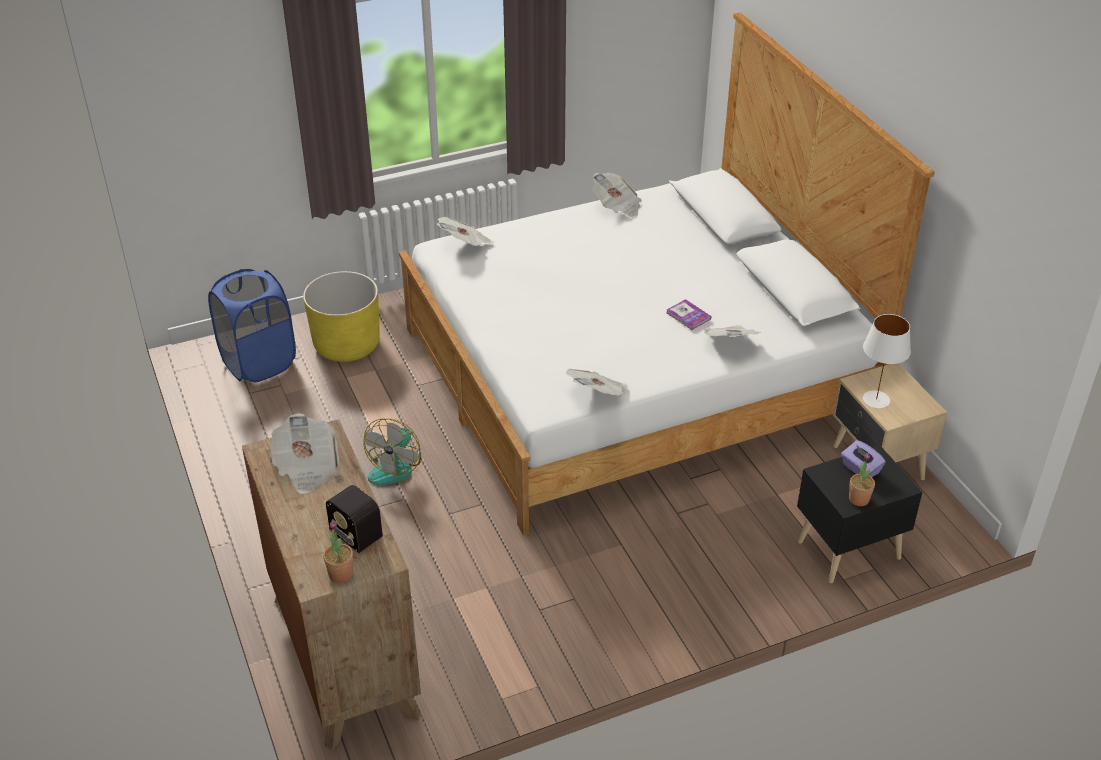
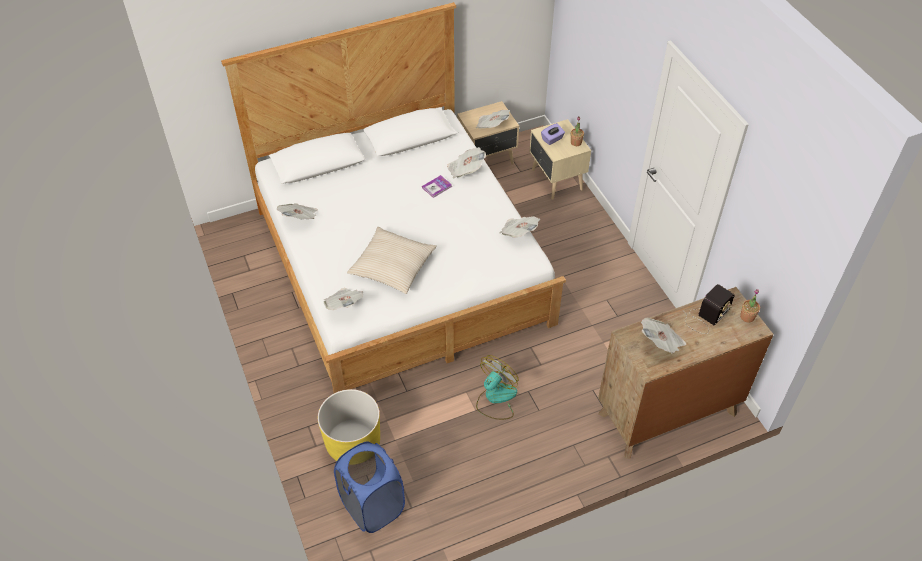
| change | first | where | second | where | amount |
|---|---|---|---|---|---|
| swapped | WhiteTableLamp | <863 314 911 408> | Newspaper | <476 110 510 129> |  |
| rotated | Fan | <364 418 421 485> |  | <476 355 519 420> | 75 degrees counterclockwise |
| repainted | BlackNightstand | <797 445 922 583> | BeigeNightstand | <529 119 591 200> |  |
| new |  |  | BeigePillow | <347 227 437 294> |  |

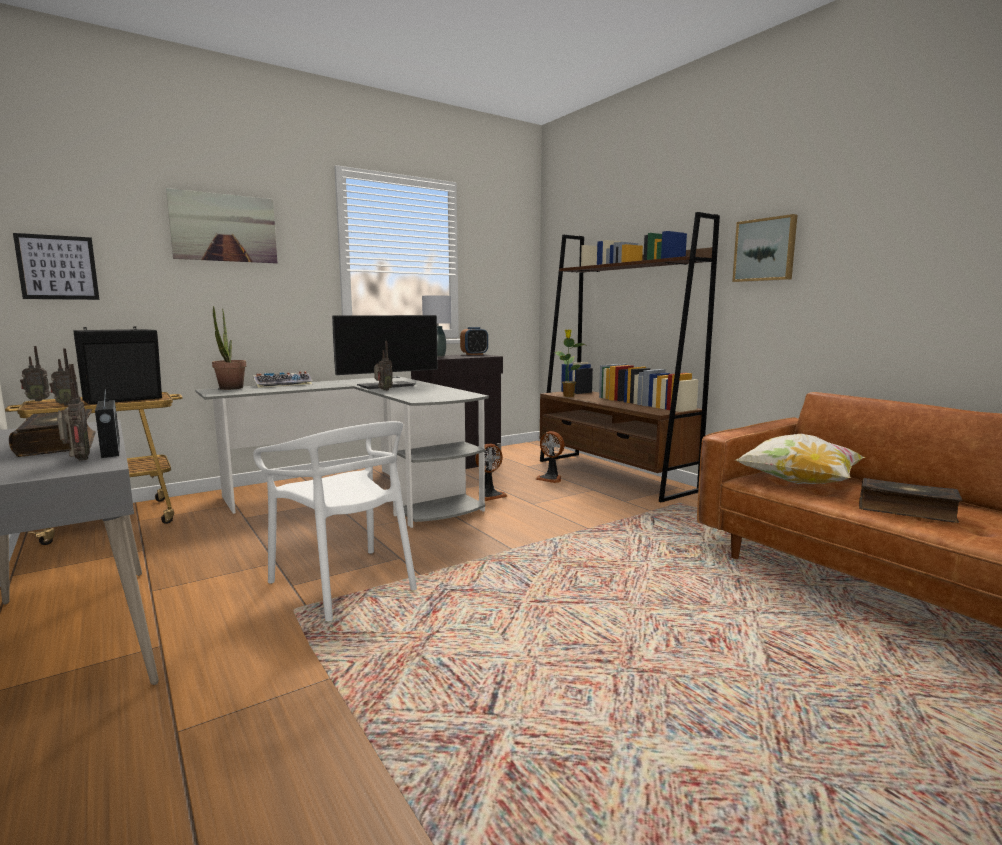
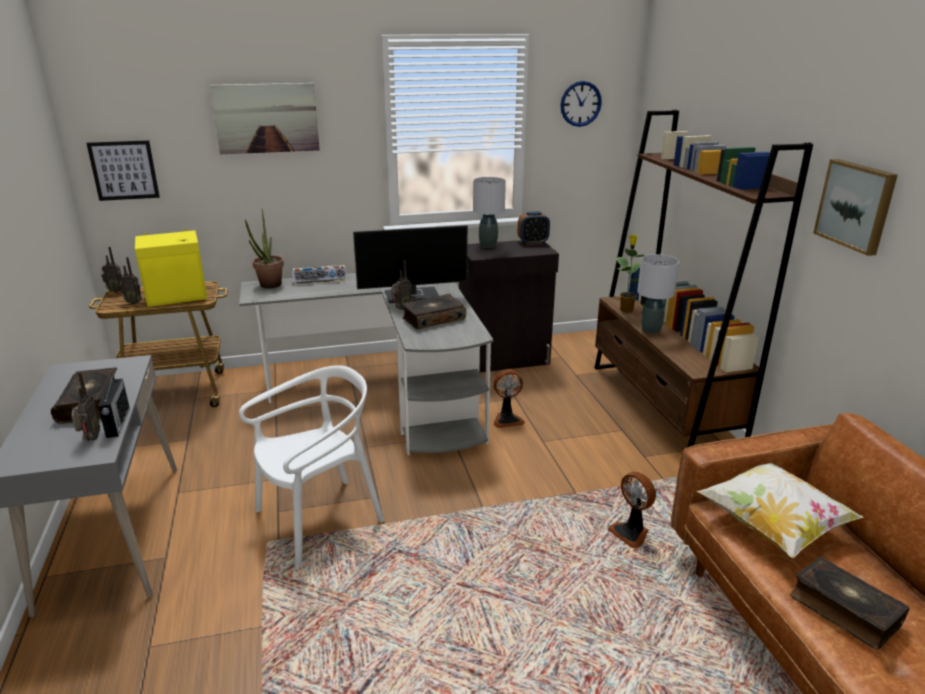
| change | first | where | second | where | amount |
|---|---|---|---|---|---|
| repainted | BlackSpeaker | <73 326 162 405> | YellowSpeaker | <135 228 207 307> |  |
| rotated | WhiteChair | <253 421 417 621> |  | <239 365 384 568> | 105 degrees counterclockwise |
| shifted | Fan | <535 431 565 483> |  | <608 471 656 548> |  |
| new |  |  | WallClock | <560 81 602 127> |  |
| new |  |  | GreyTableLamp | <637 254 679 334> |  |
| new |  |  | Book | <402 294 466 330> |  |

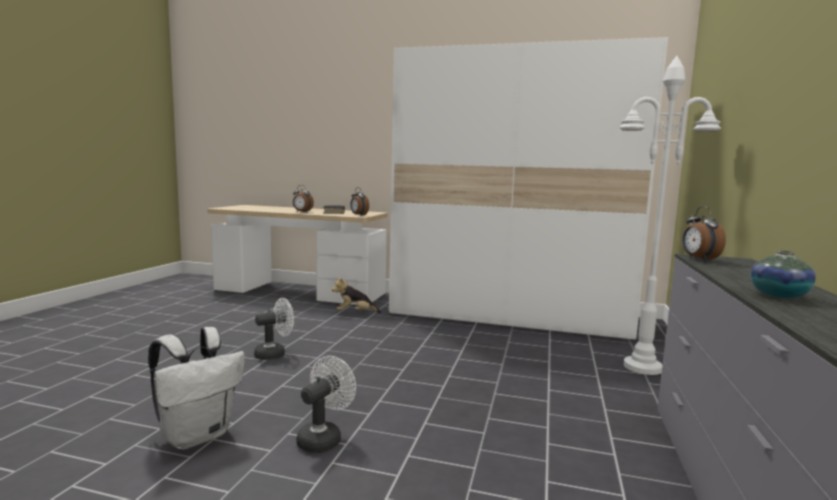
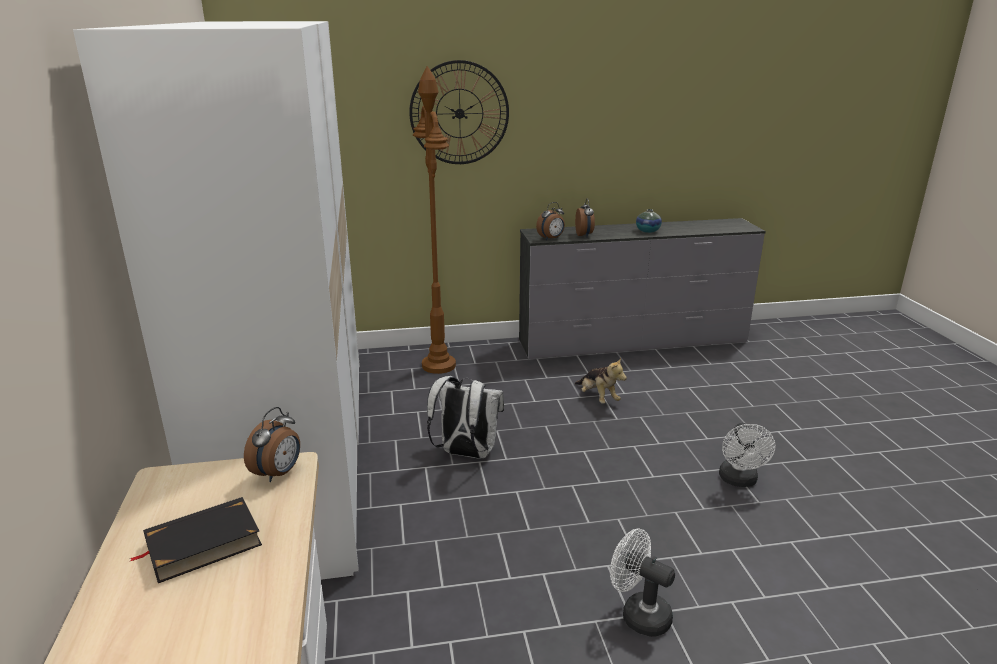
| change | first | where | second | where | amount |
|---|---|---|---|---|---|
| repainted | WhiteFloorLamp | <619 56 721 375> | BrownFloorLamp | <413 66 456 374> |  |
| shifted | AlarmClock | <293 185 314 213> |  | <575 199 595 237> |  |
| shifted | PlushToy | <332 277 382 313> |  | <575 358 627 404> |  |
| shifted | WhiteBackpack | <148 327 245 450> |  | <427 376 504 459> |  |
| rotated | WhiteFan | <296 356 356 453> |  | <719 423 775 487> | 90 degrees counterclockwise |
| new |  |  | WallClock | <409 60 509 164> |  |

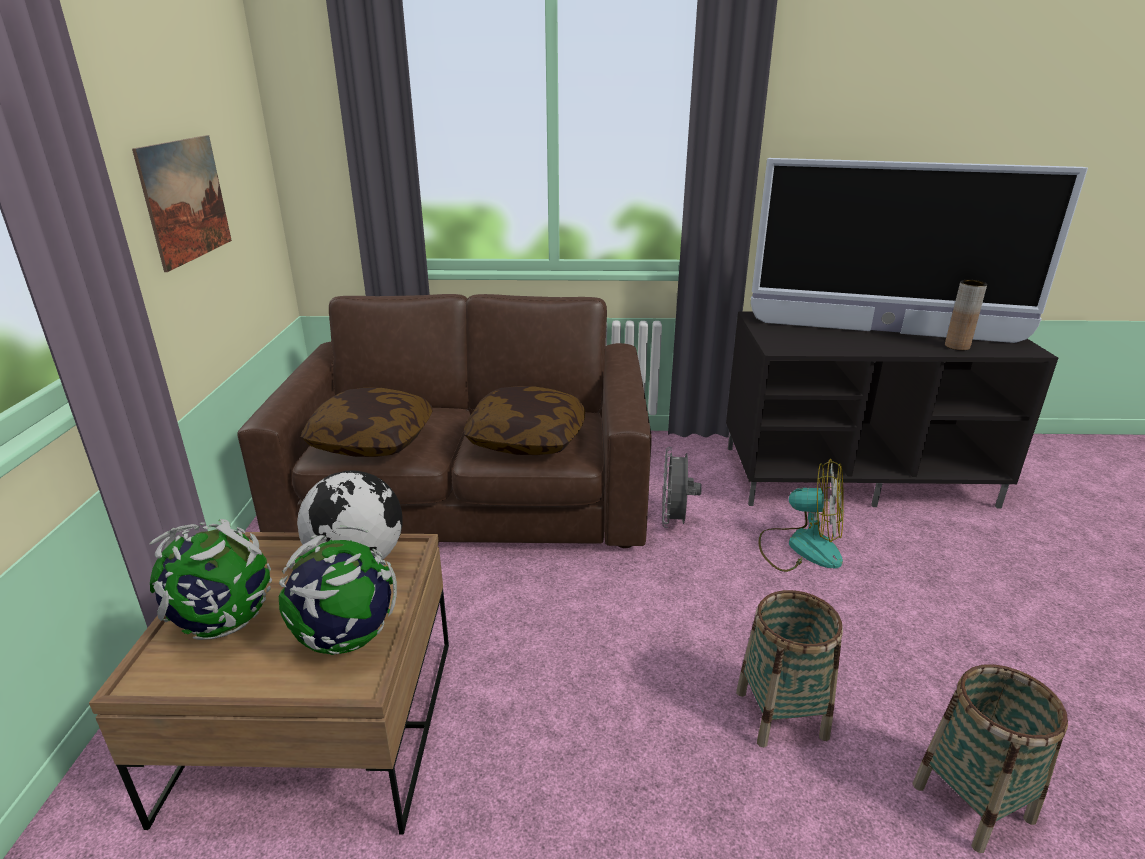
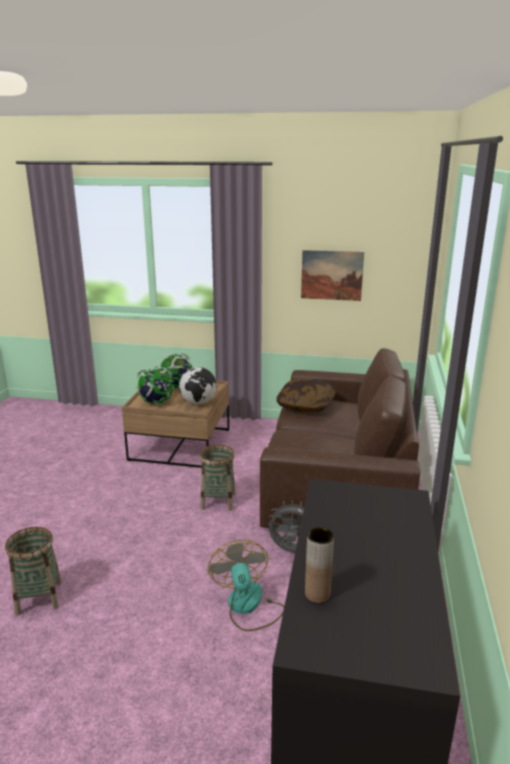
| change | first | where | second | where | amount |
|---|---|---|---|---|---|
| gone | Television | <751 158 1088 343> |  |  |  |
| gone | Pillow | <464 386 585 455> |  |  |  |
| rotated | Fan | <759 459 844 572> |  | <208 540 284 631> | 135 degrees clockwise |
| shifted | Basket | <736 590 843 747> |  | <199 445 235 511> |  |

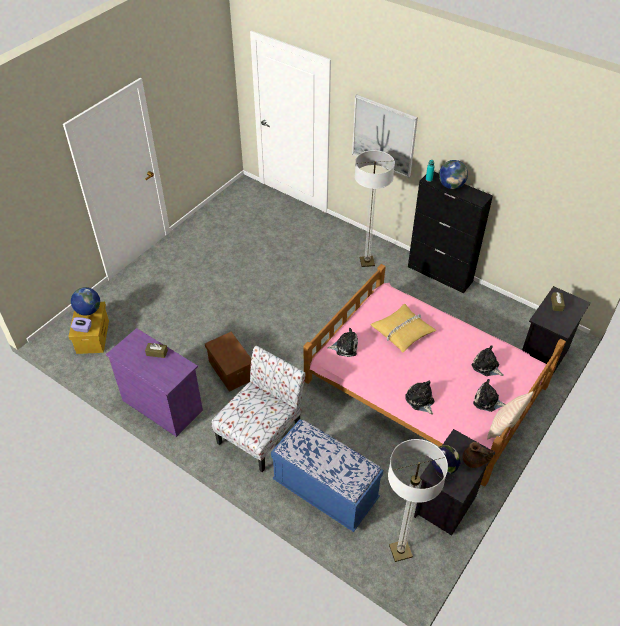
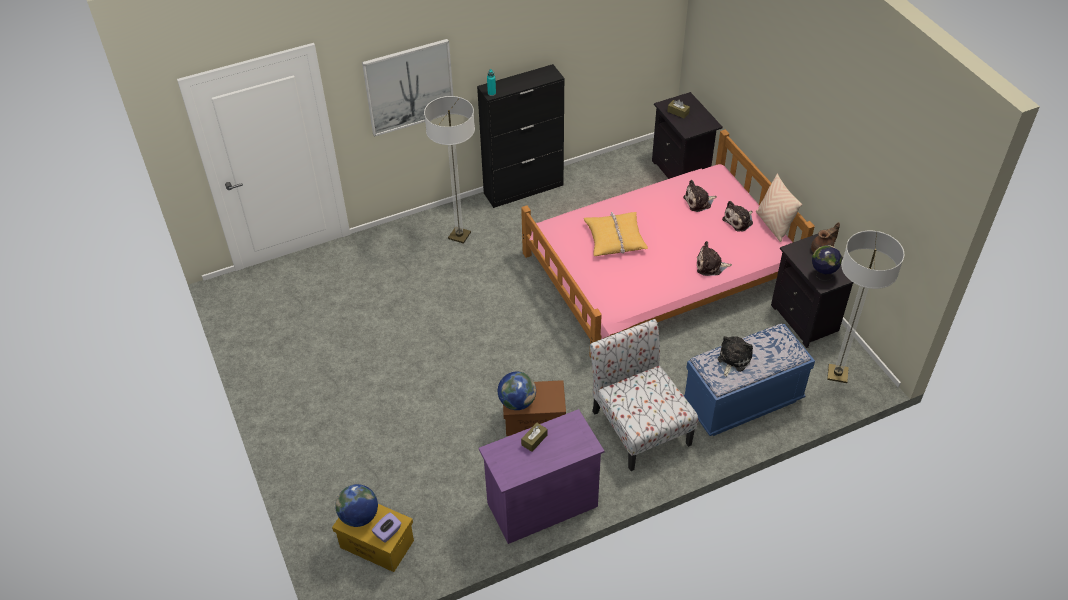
| change | first | where | second | where | amount |
|---|---|---|---|---|---|
| shifted | Globe | <439 160 468 189> |  | <498 372 536 410> |  |
| shifted | PlushToy | <327 328 358 357> |  | <717 336 753 377> |  |

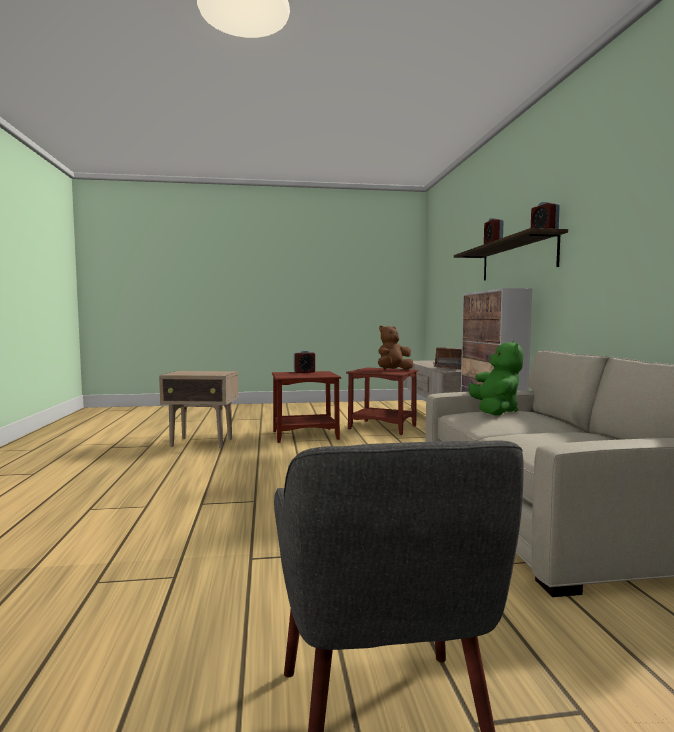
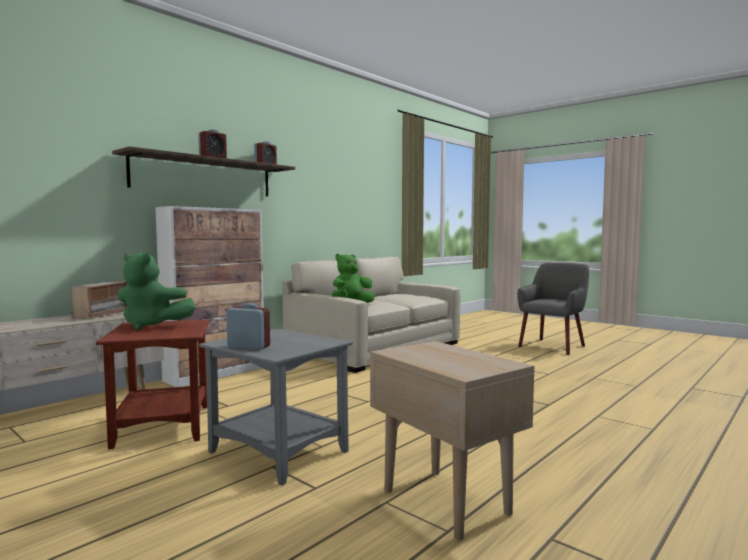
| change | first | where | second | where | amount |
|---|---|---|---|---|---|
| repainted | BrownPlushToy | <378 326 413 370> | GreenPlushToy | <118 252 195 331> |  |
| repainted | BrownSideTable | <272 371 341 443> | GreySideTable | <199 329 353 485> |  |

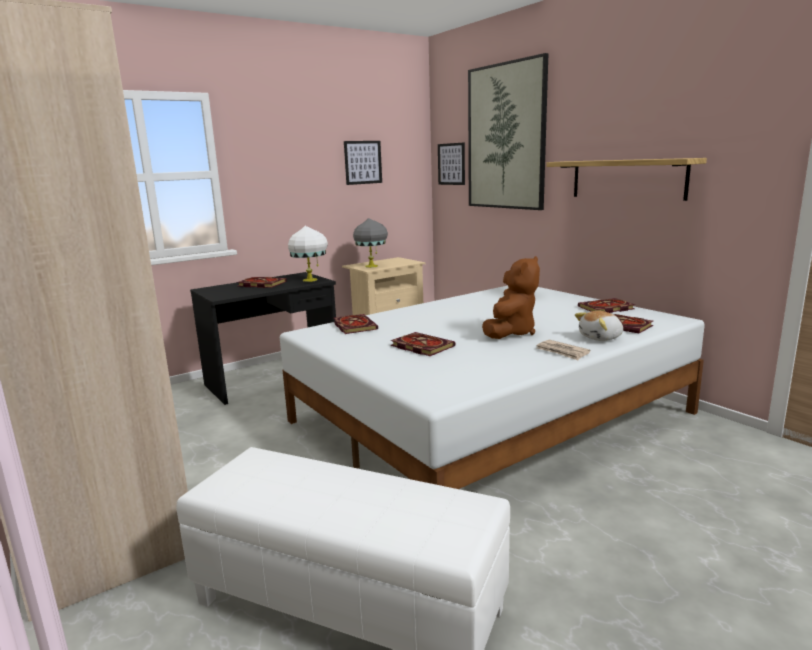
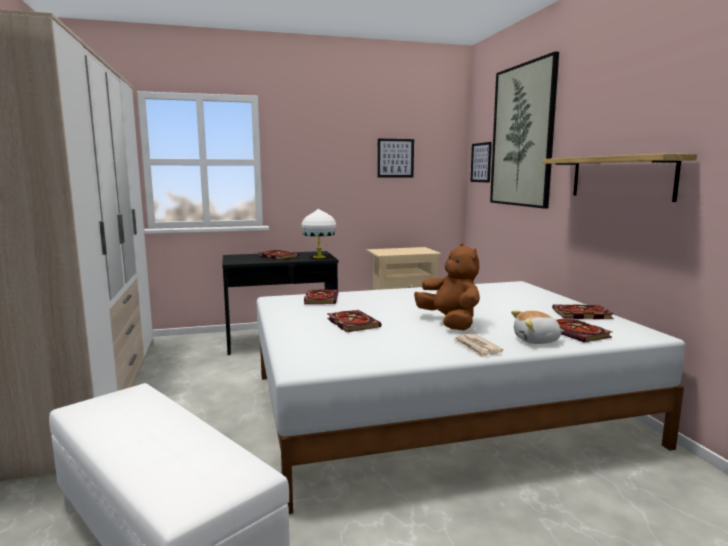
| change | first | where | second | where | amount |
|---|---|---|---|---|---|
| gone | GreyTableLamp | <353 218 388 268> |  |  |  |
| rotated | BrownPlushToy | <482 256 540 339> |  | <414 243 480 331> | 75 degrees counterclockwise |

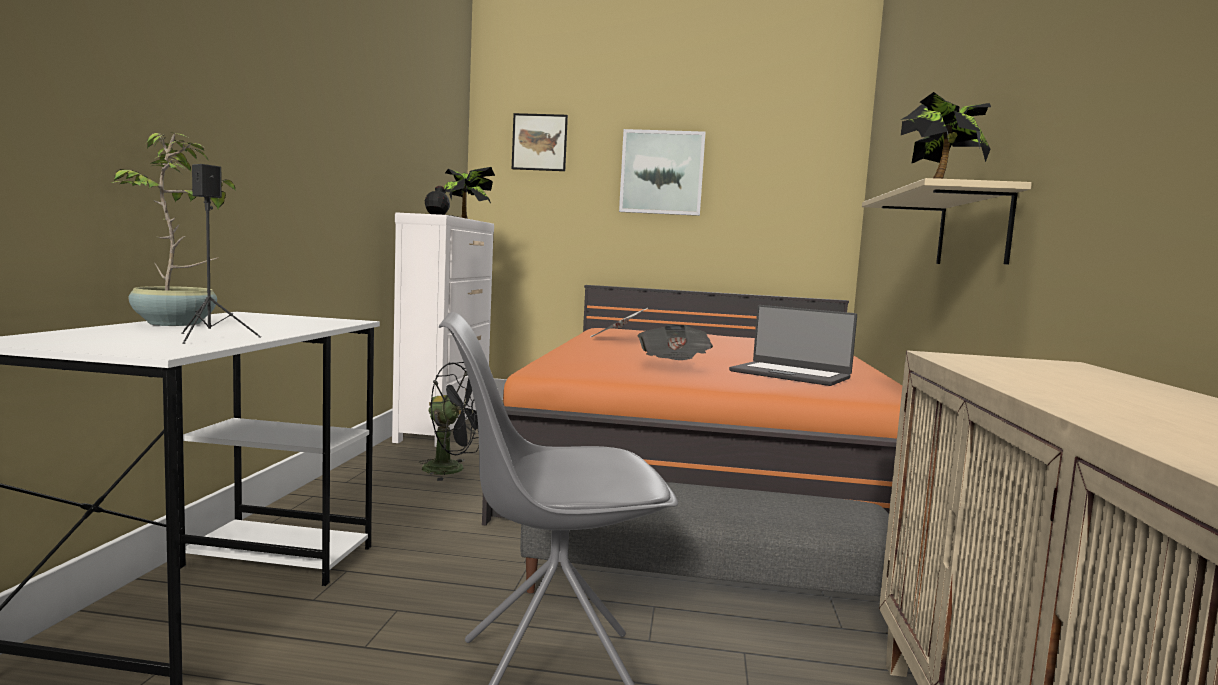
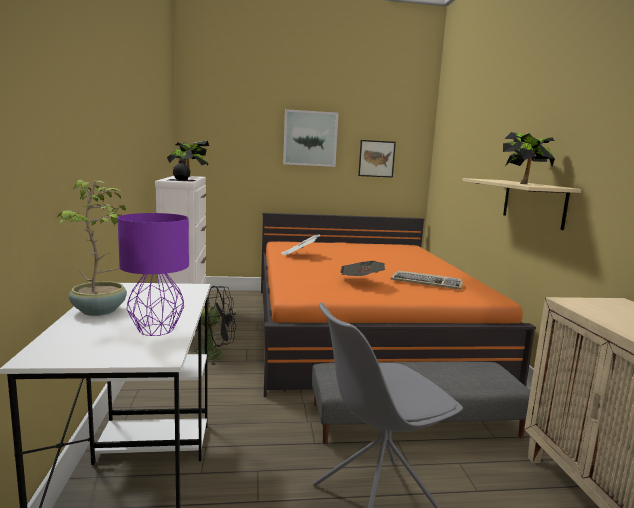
| change | first | where | second | where | amount |
|---|---|---|---|---|---|
| shifted | Picture | <512 113 568 171> |  | <358 140 396 178> |  |
| swapped | BlackSpeaker | <181 164 261 344> | PurpleTableLamp | <118 213 189 336> |  |
| swapped | Laptop | <729 305 857 386> | Keyboard | <391 271 463 289> |  |

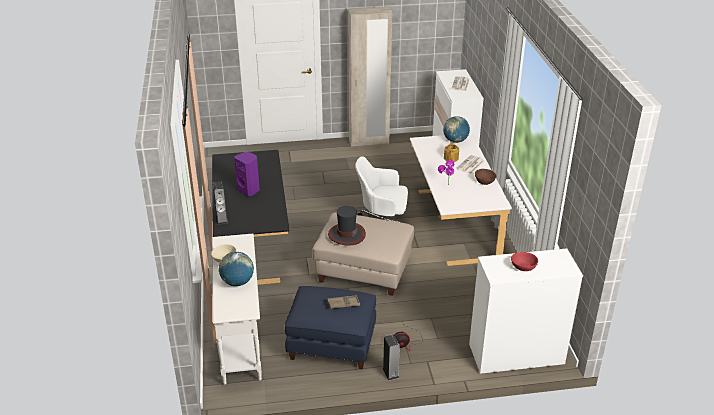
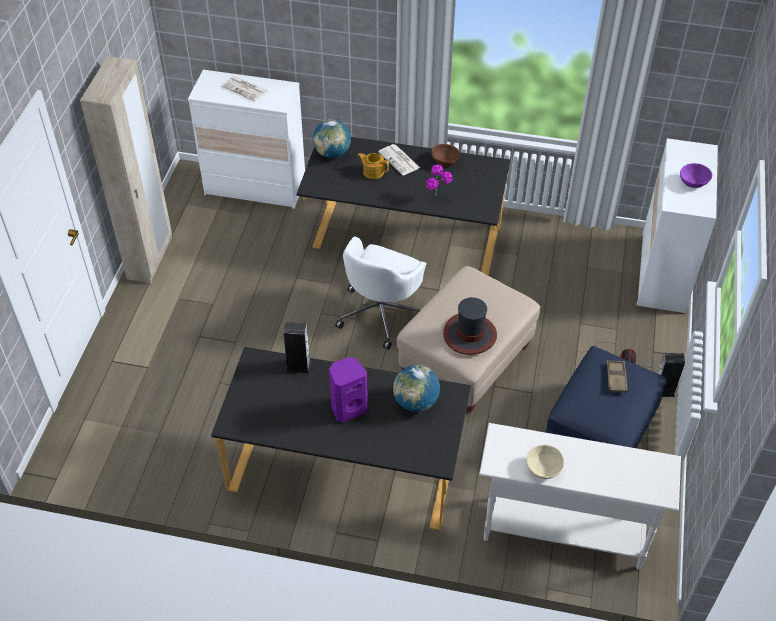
| change | first | where | second | where | amount |
|---|---|---|---|---|---|
| repainted | WhiteDesk | <410 133 512 266> | BlackDesk | <296 137 511 275> |  |
| shifted | Speaker | <213 181 228 225> |  | <283 322 311 373> |  |
| shifted | Globe | <219 252 254 286> |  | <393 365 440 412> |  |
| repainted | RedBowl | <511 252 538 271> | PurpleBowl | <680 163 712 188> |  |

